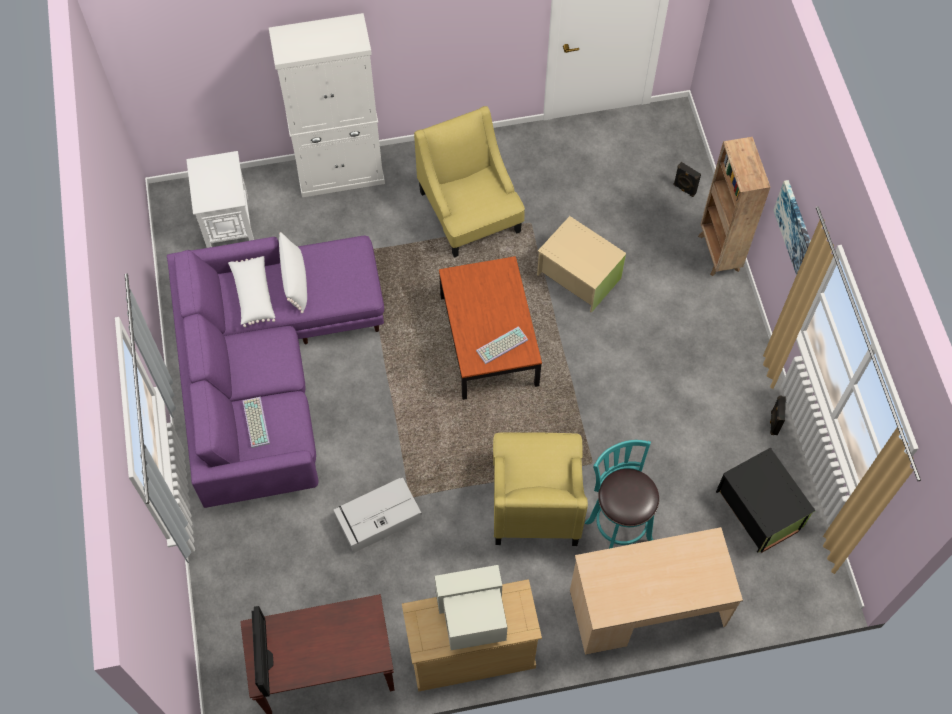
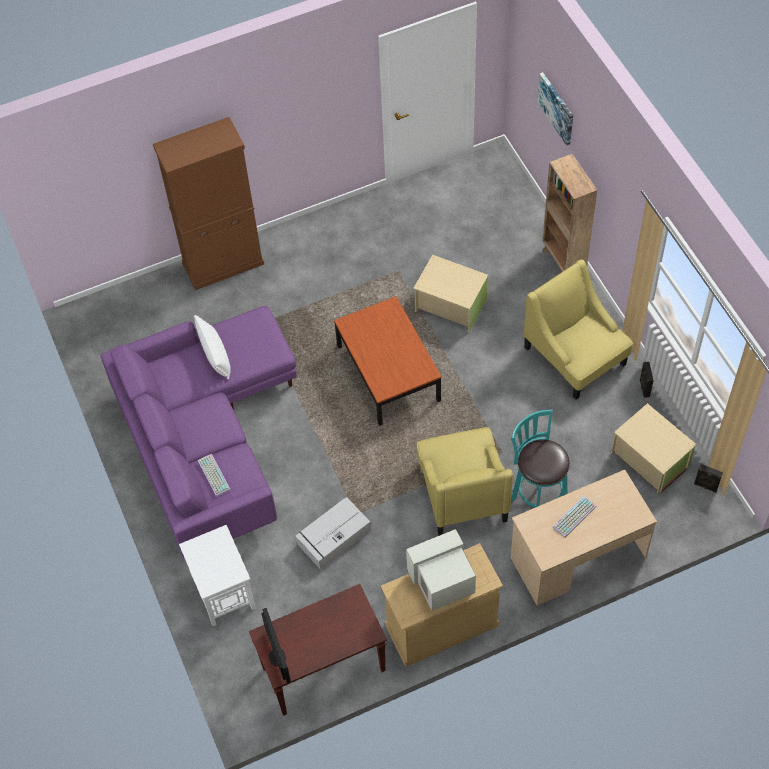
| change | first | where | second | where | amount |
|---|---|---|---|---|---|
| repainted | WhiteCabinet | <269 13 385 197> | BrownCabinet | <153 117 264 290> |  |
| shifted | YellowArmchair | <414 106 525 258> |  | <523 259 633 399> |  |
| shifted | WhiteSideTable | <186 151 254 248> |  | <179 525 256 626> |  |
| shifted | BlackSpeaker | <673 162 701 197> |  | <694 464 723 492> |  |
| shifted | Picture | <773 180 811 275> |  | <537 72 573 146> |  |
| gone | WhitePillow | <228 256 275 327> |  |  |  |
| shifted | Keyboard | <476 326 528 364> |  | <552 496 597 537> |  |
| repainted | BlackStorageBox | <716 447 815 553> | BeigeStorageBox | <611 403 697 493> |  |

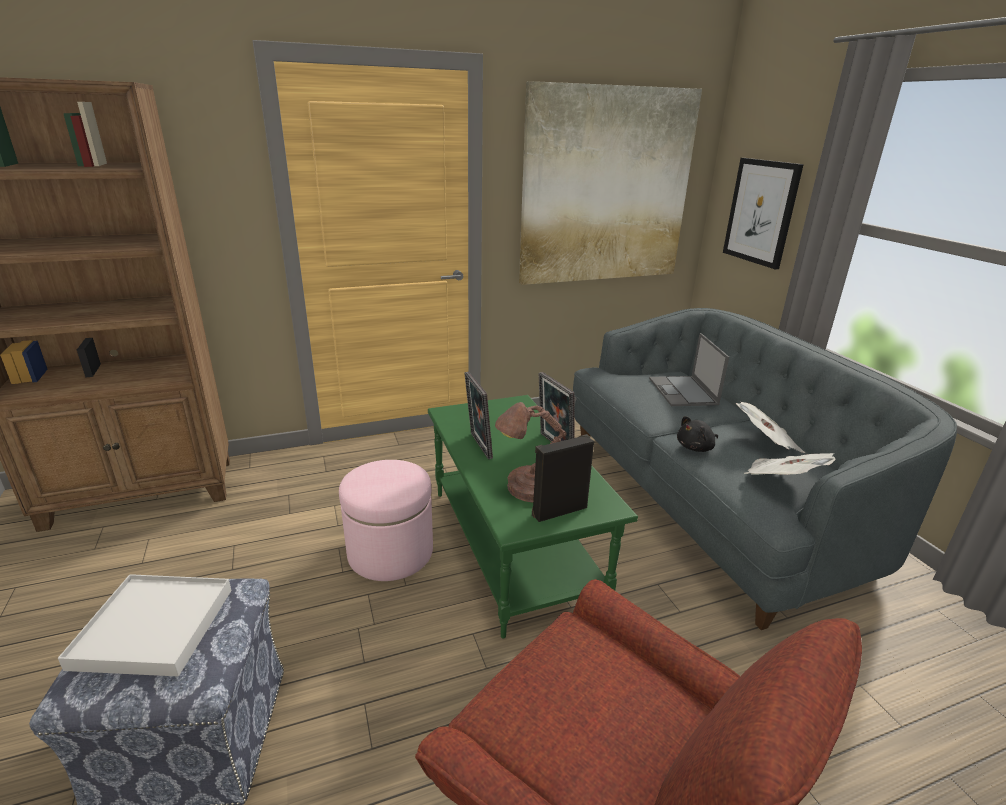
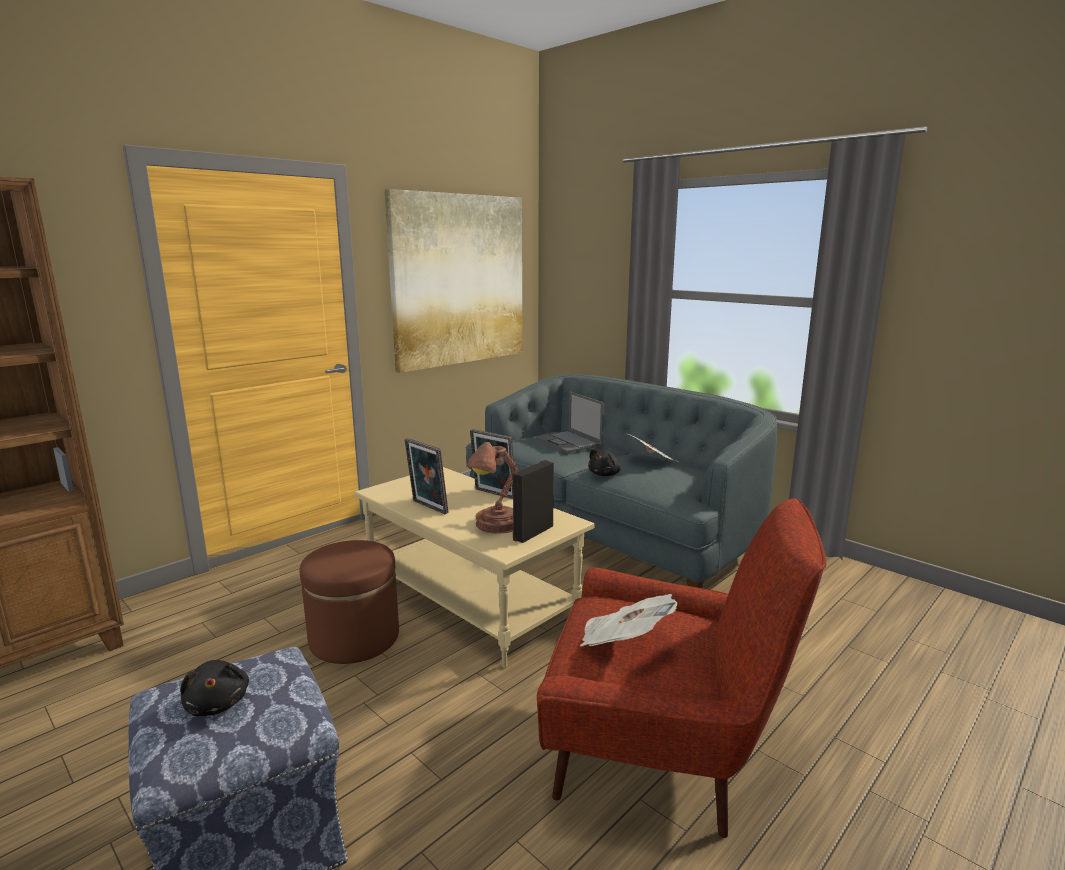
| change | first | where | second | where | amount |
|---|---|---|---|---|---|
| gone | Picture | <723 158 804 269> |  |  |  |
| repainted | GreenCoffeeTable | <428 395 638 639> | BeigeCoffeeTable | <354 467 594 668> |  |
| shifted | Newspaper | <744 453 836 475> |  | <580 594 678 647> |  |
| repainted | PinkOttoman | <339 460 433 581> | BrownOttoman | <300 540 399 664> |  |
| swapped | WhiteTray | <58 574 232 676> | BlackPlushToy | <180 660 249 716> |  |

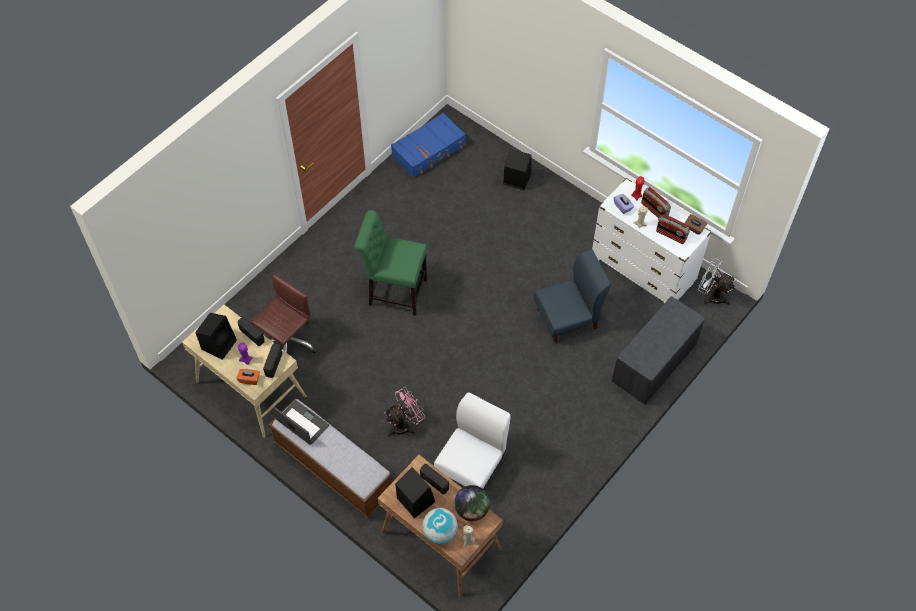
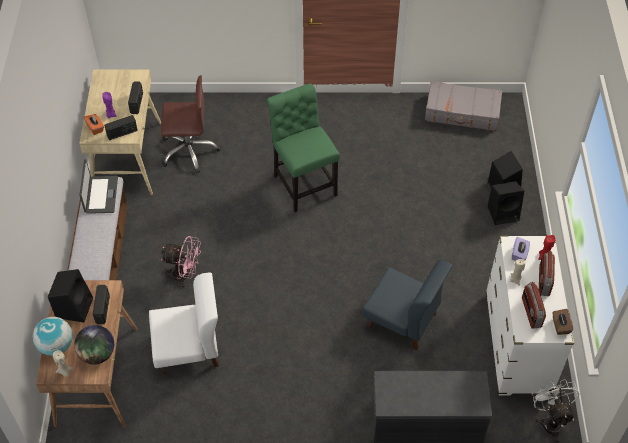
| change | first | where | second | where | amount |
|---|---|---|---|---|---|
| repainted | BlueSuitcase | <391 113 466 178> | GreySuitcase | <425 81 502 131> |  |
| shifted | BlackSpeaker | <195 313 237 360> |  | <488 181 524 225> |  |

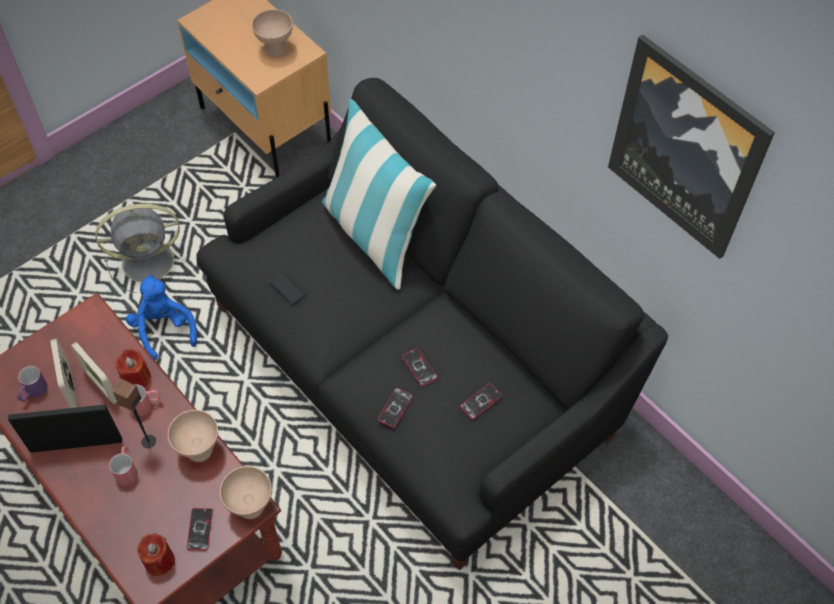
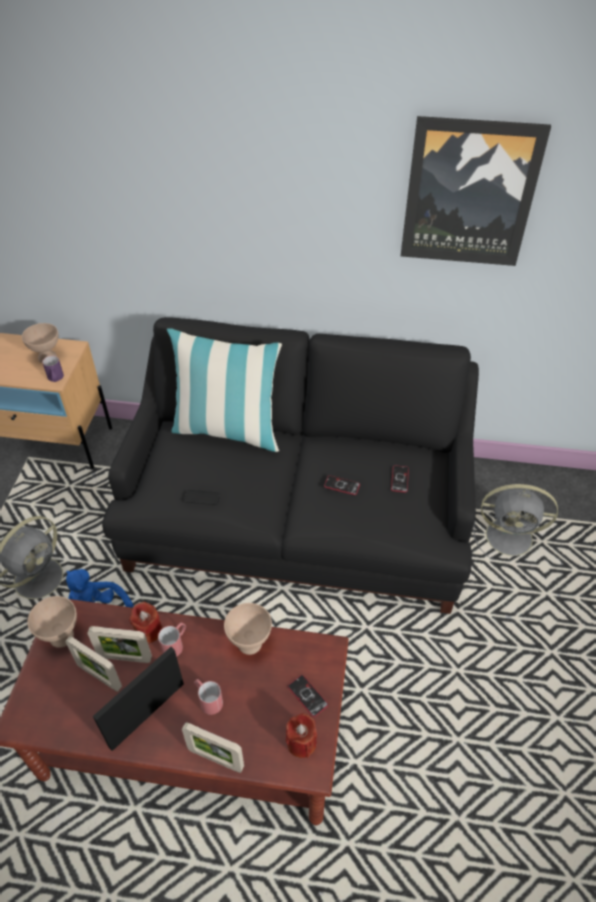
| change | first | where | second | where | amount |
|---|---|---|---|---|---|
| shifted | PurpleMug | <18 366 48 402> |  | <42 356 64 382> |  |
| gone | Speaker | <113 379 156 448> |  |  |  |
| gone | Phone | <377 388 413 428> |  |  |  |
| shifted | BeigeBowl | <220 466 272 519> |  | <27 596 77 648> |  |
| new |  |  | GreyFan | <473 484 558 559> |  |
| new |  |  | PictureFrame | <182 723 244 773> |  |

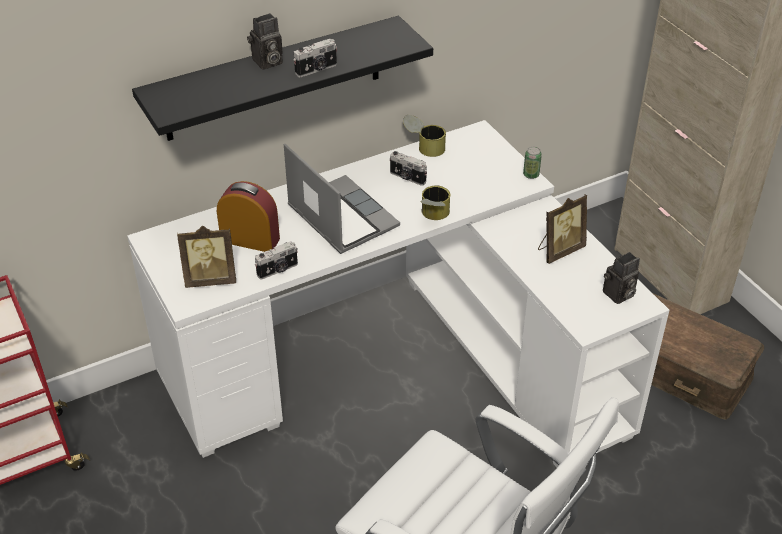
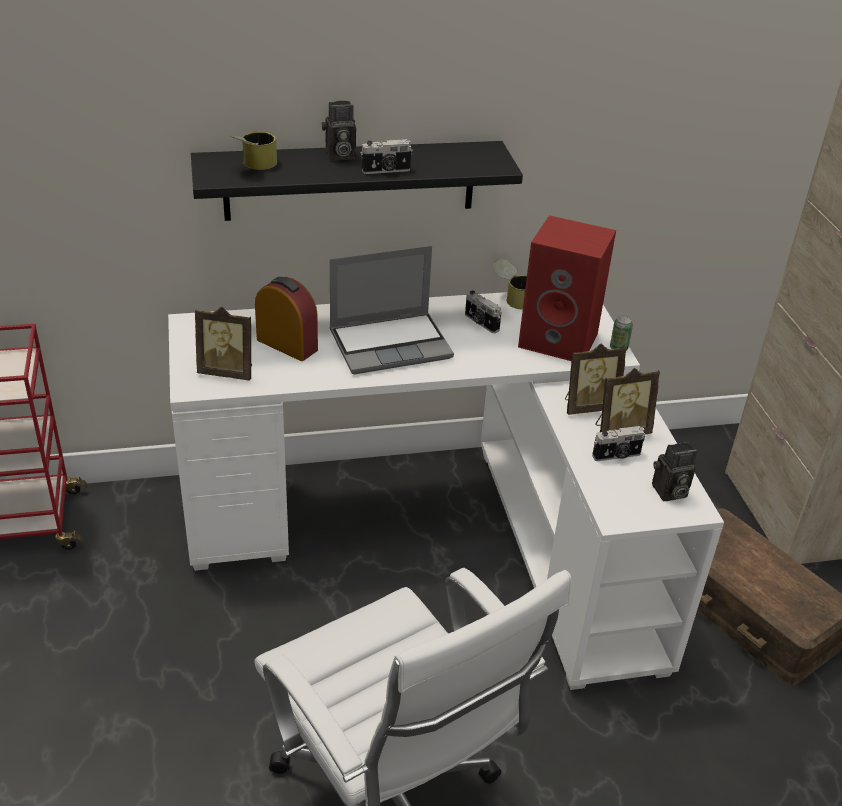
| change | first | where | second | where | amount |
|---|---|---|---|---|---|
| rotated | Laptop | <284 144 400 254> |  | <330 246 454 374> | 90 degrees clockwise |
| shifted | Can | <420 185 450 220> |  | <230 131 277 170> |  |
| shifted | PhotoCamera | <255 241 298 279> |  | <592 426 645 461> |  |
| new |  |  | RedSpeaker | <518 215 616 361> |  |
| new |  |  | PictureFrame | <565 344 627 415> |  |

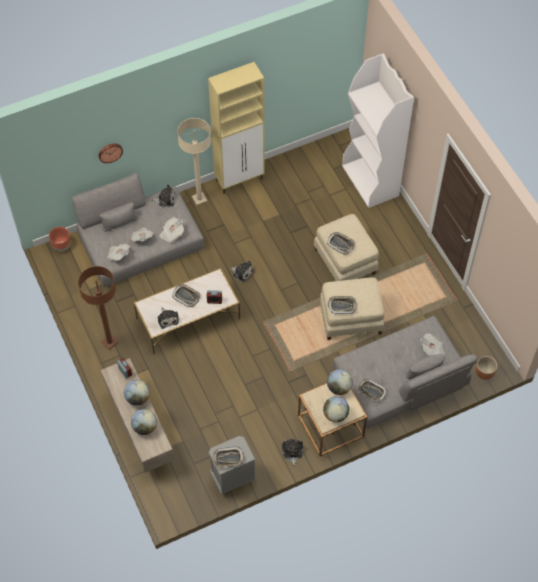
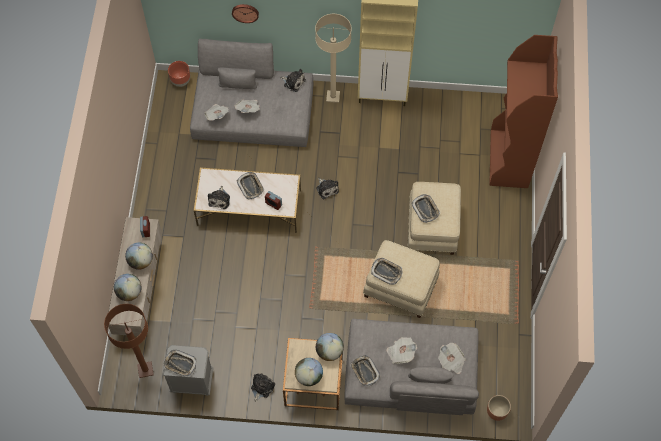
| change | first | where | second | where | amount |
|---|---|---|---|---|---|
| repainted | WhiteBookcase | <342 53 414 208> | BrownBookcase | <489 35 558 188> |  |
| shifted | Newspaper | <160 217 184 243> |  | <386 337 417 364> |  |
| shifted | BrownFloorLamp | <78 266 119 350> |  | <104 304 154 378> |  |

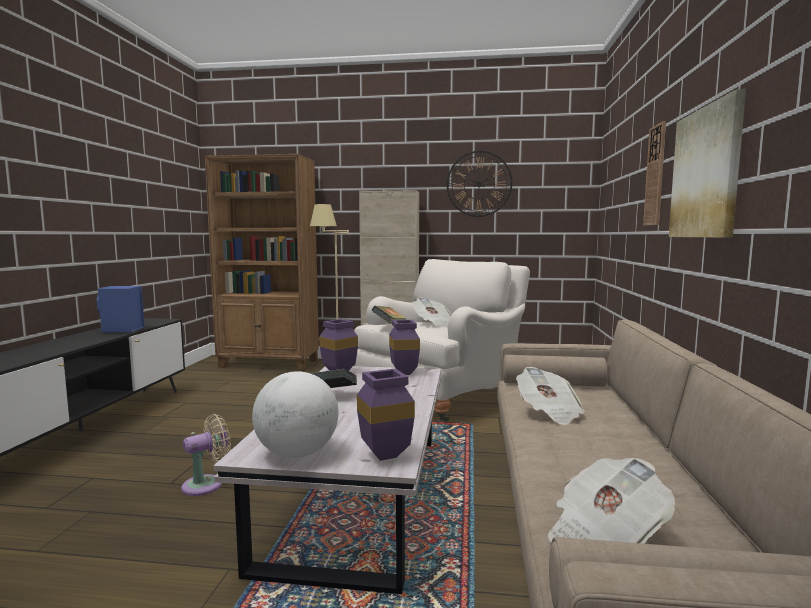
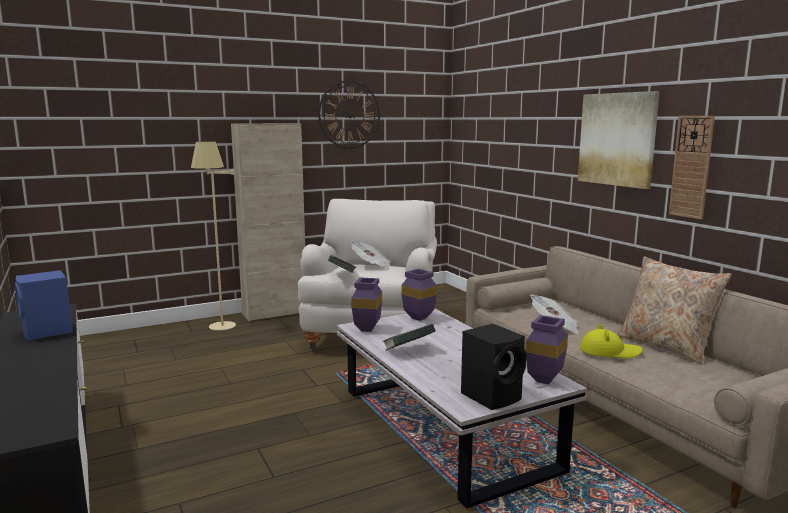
| change | first | where | second | where | amount |
|---|---|---|---|---|---|
| shifted | WallClock | <643 121 666 226> |  | <669 116 715 219> |  |
| gone | BrownBookcase | <205 154 319 371> |  |  |  |
| swapped | Globe | <252 371 338 458> | BlackSpeaker | <461 324 526 410> |  |
| gone | BeigeFan | <181 414 231 496> |  |  |  |
| gone | Newspaper | <548 458 675 544> |  |  |  |
| new |  |  | BeigePillow | <618 256 732 365> |  |
| new |  |  | YellowHat | <580 323 643 358> |  |

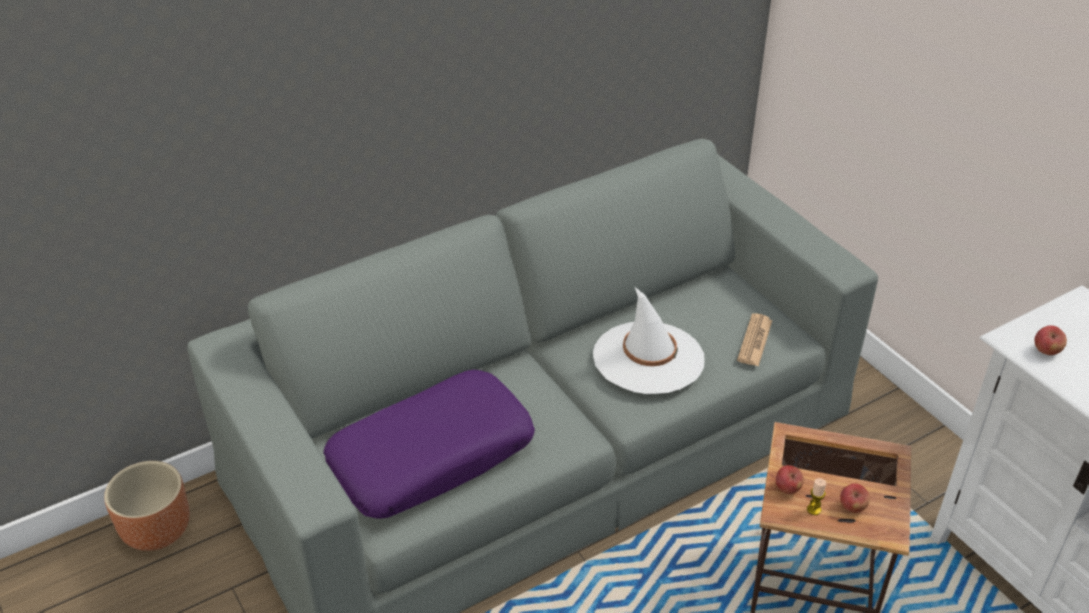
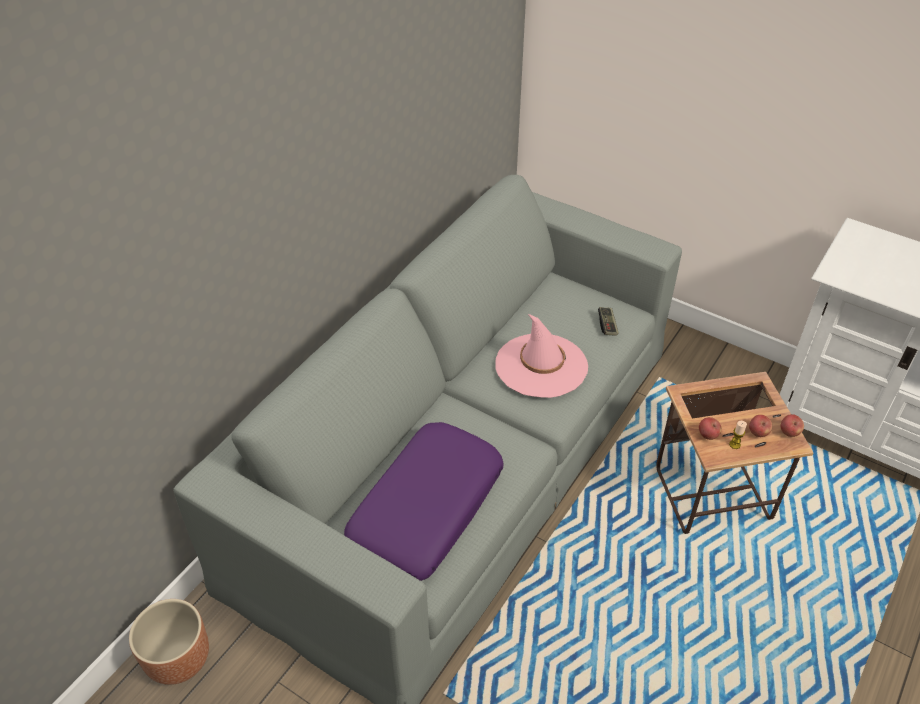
| change | first | where | second | where | amount |
|---|---|---|---|---|---|
| repainted | WhiteHat | <593 287 705 394> | PinkHat | <495 314 588 398> |  |
| swapped | Newspaper | <737 313 773 367> | GameController | <598 307 619 336> |  |
| shifted | Apple | <1034 326 1067 355> |  | <781 414 804 437> |  |

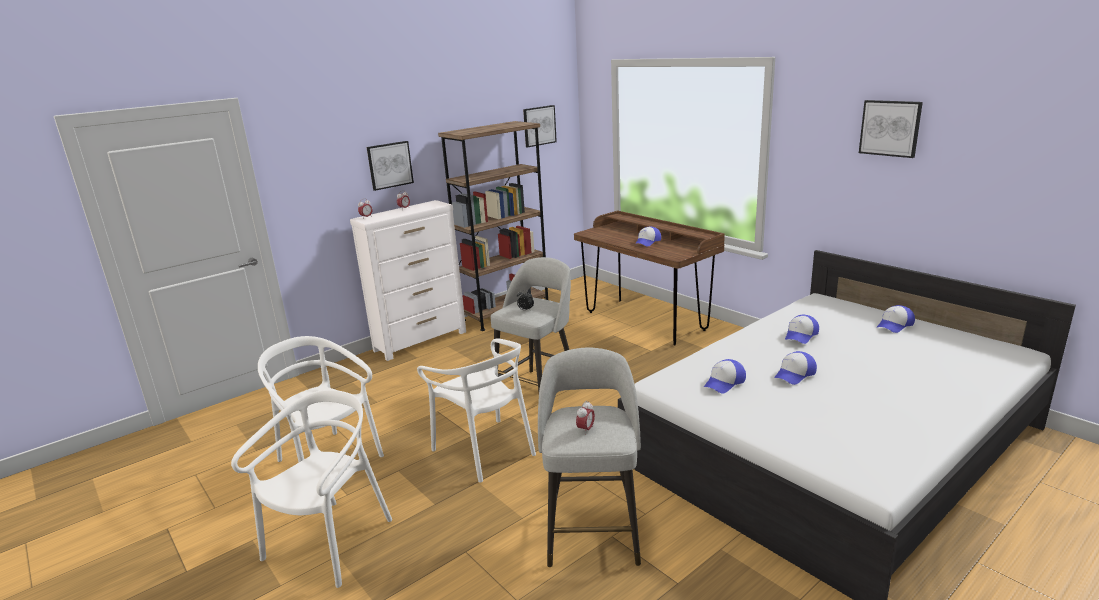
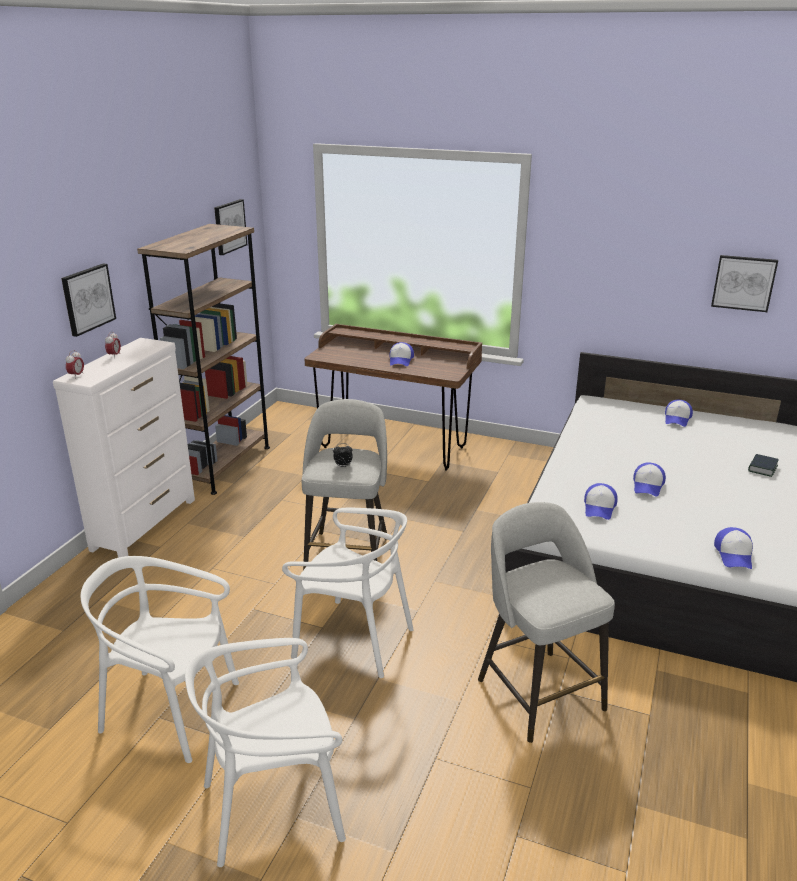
| change | first | where | second | where | amount |
|---|---|---|---|---|---|
| shifted | Picture | <859 100 923 158> |  | <711 255 778 312> |  |
| shifted | Cap | <785 315 819 344> |  | <714 527 753 569> |  |
| rotated | WhiteChair | <231 390 392 588> |  | <185 638 346 867> | 105 degrees counterclockwise |
| gone | AlarmClock | <576 401 595 435> |  |  |  |
| new |  |  | Book | <748 454 779 477> |  |

